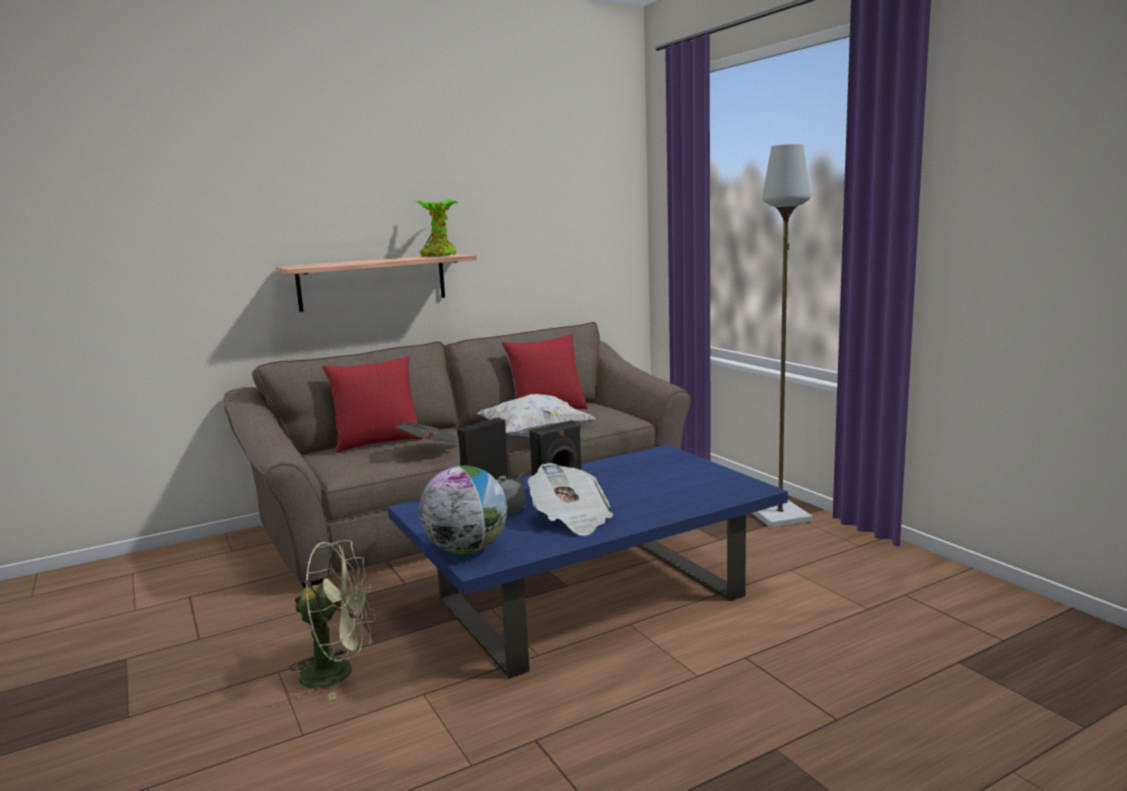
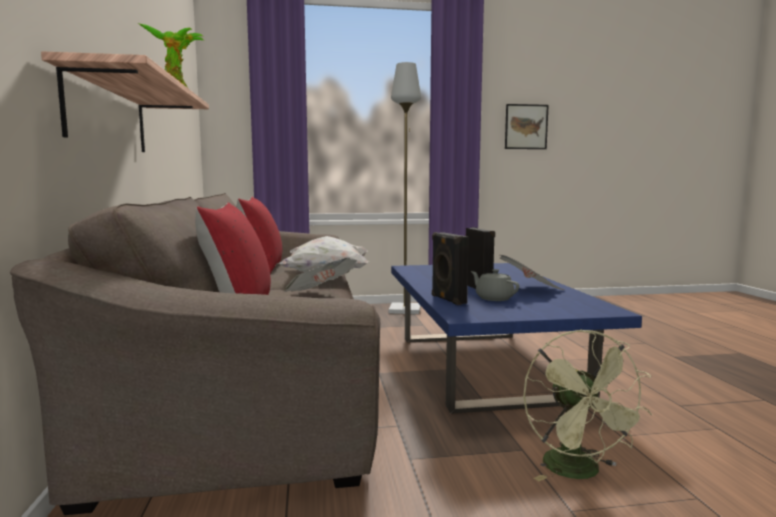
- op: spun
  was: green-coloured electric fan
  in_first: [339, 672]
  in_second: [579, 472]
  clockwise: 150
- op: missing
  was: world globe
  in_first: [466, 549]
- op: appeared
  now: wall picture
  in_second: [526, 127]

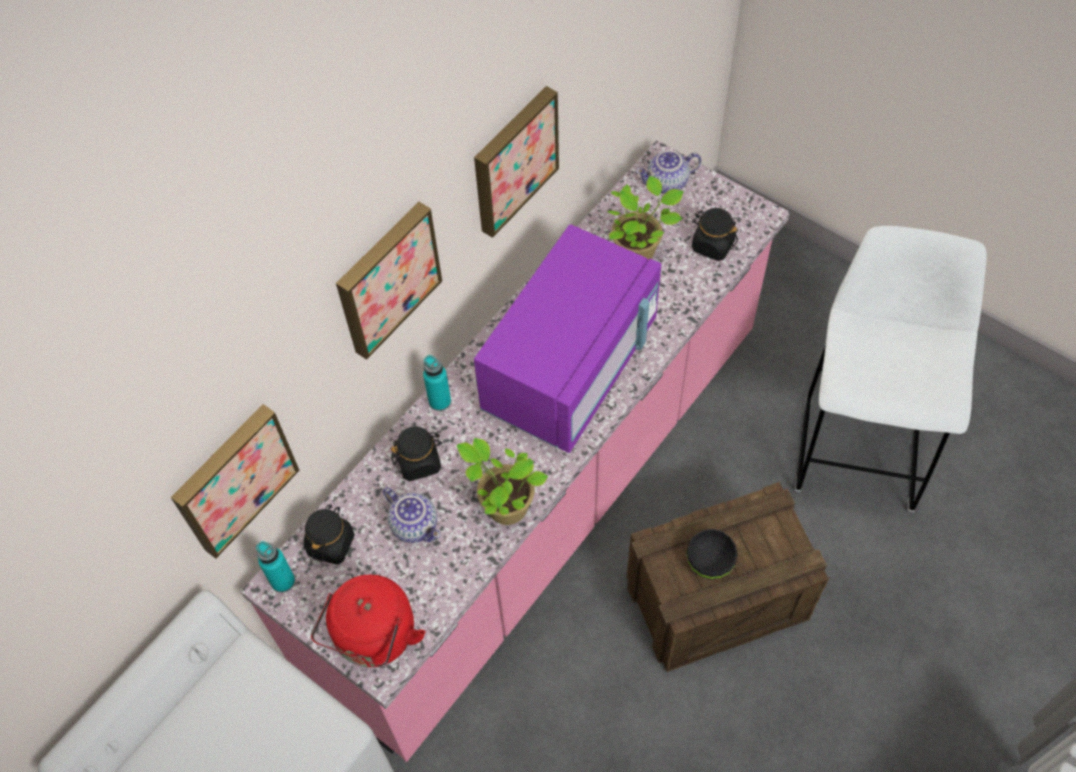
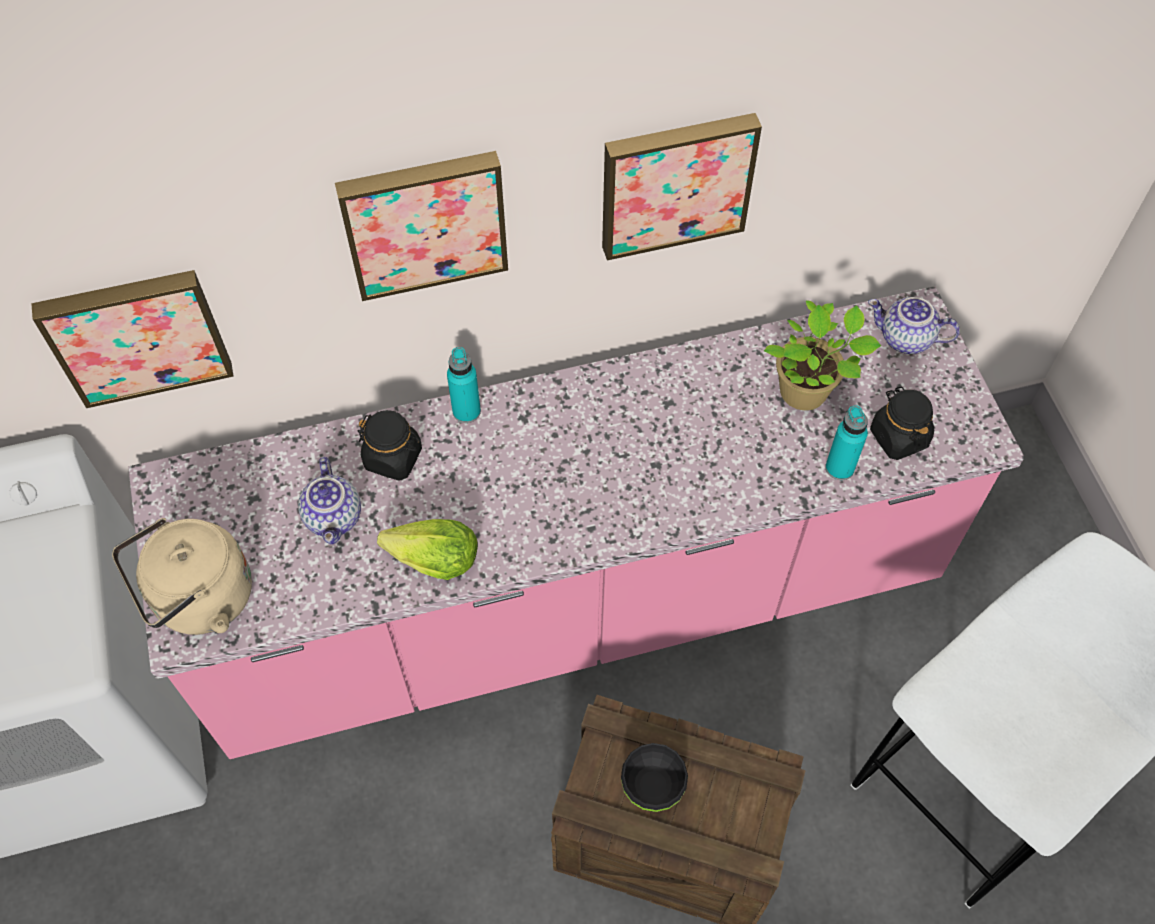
- op: relocated
  was: turquoise beverage bottle
  in_first: [283, 581]
  in_second: [839, 468]
- op: missing
  was: blackish jar
  in_first: [331, 543]
- op: colour
  was: reddish water kettle
  now: sand-coloured water kettle
  in_first: [374, 638]
  in_second: [199, 600]
- op: exchanged
  was: potted plant
  now: head of lettuce
  in_first: [504, 506]
  in_second: [434, 560]
- op: missing
  was: purple-coloured kitchen microwave
  in_first: [570, 367]

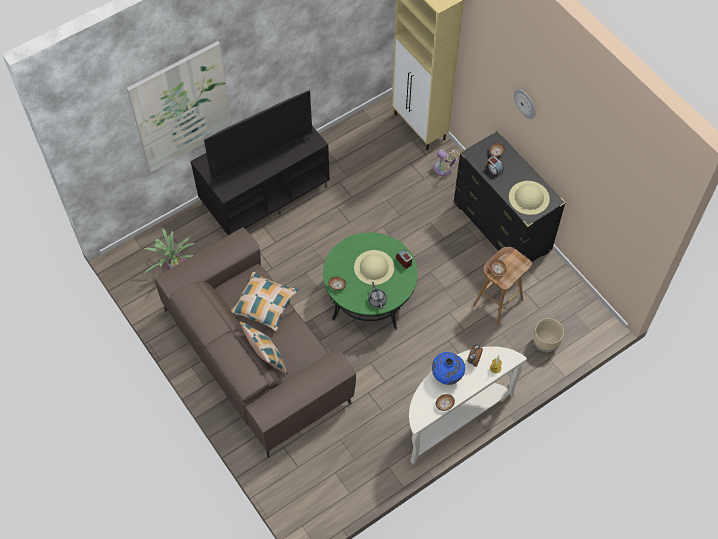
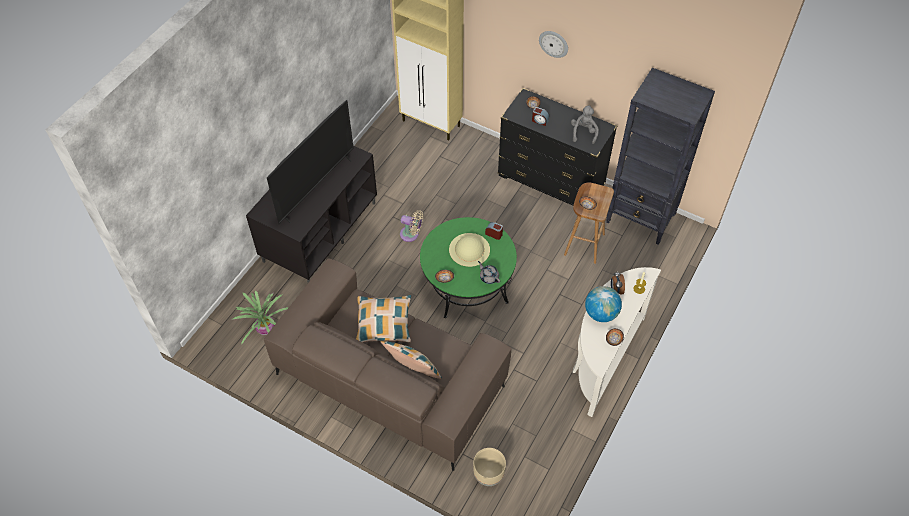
- op: missing
  was: wall picture
  in_first: [182, 107]
- op: exchanged
  was: bluish vase
  now: world globe
  in_first: [447, 376]
  in_second: [601, 313]
- op: relocated
  was: sand-coloured electric fan
  in_first: [444, 169]
  in_second: [411, 234]
- op: exchanged
  was: sand-coloured hat
  now: greyish soft toy
  in_first: [529, 197]
  in_second: [583, 132]
- op: relocated
  was: sand-coloured planter
  in_first: [545, 343]
  in_second: [488, 475]
- op: appeared
  now: blackish shelving unit
  in_second: [641, 219]

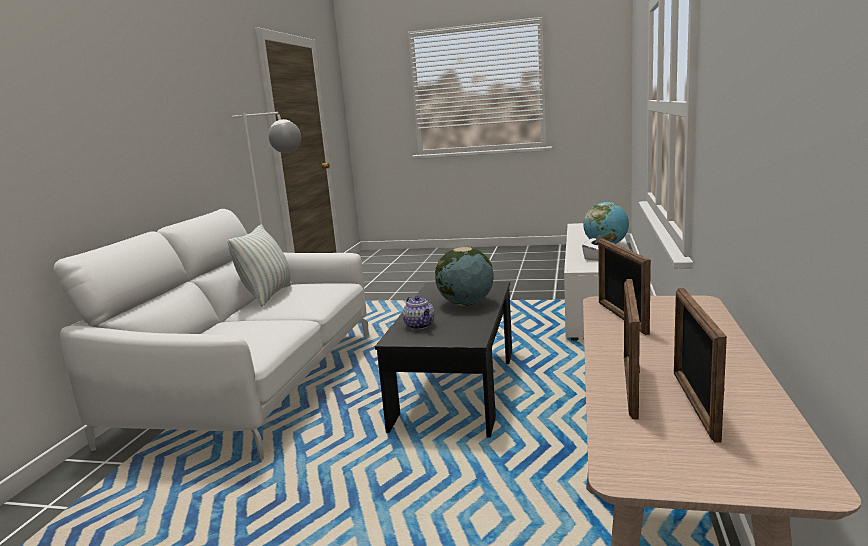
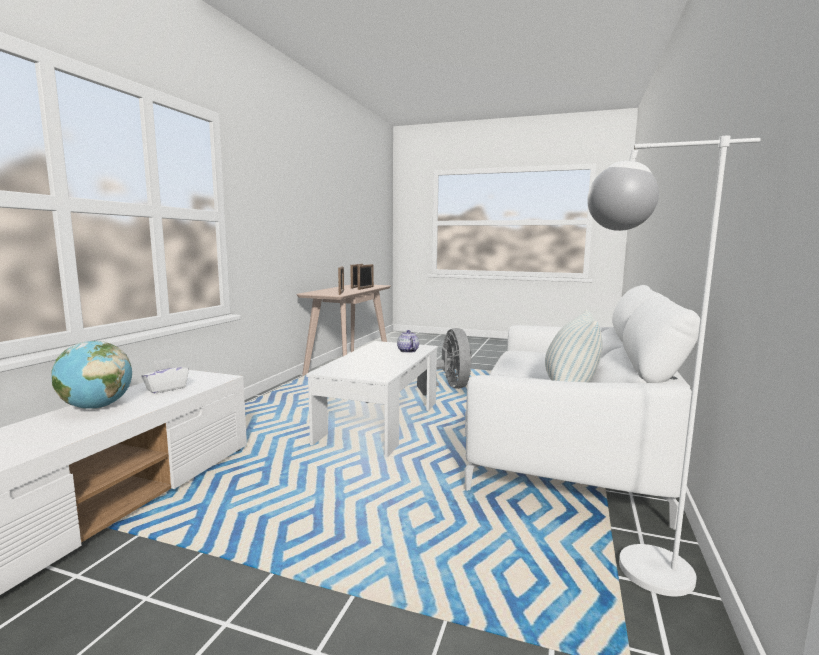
- op: colour
  was: blackish coffee table
  now: white-coloured coffee table
  in_first: [457, 388]
  in_second: [380, 422]
- op: missing
  was: world globe
  in_first: [465, 304]
- op: appeared
  now: greyish electric fan
  in_second: [448, 388]

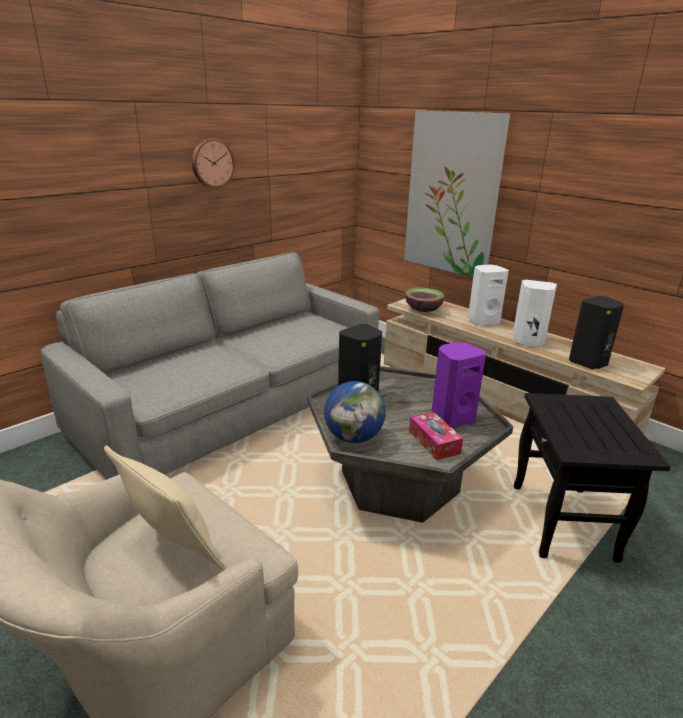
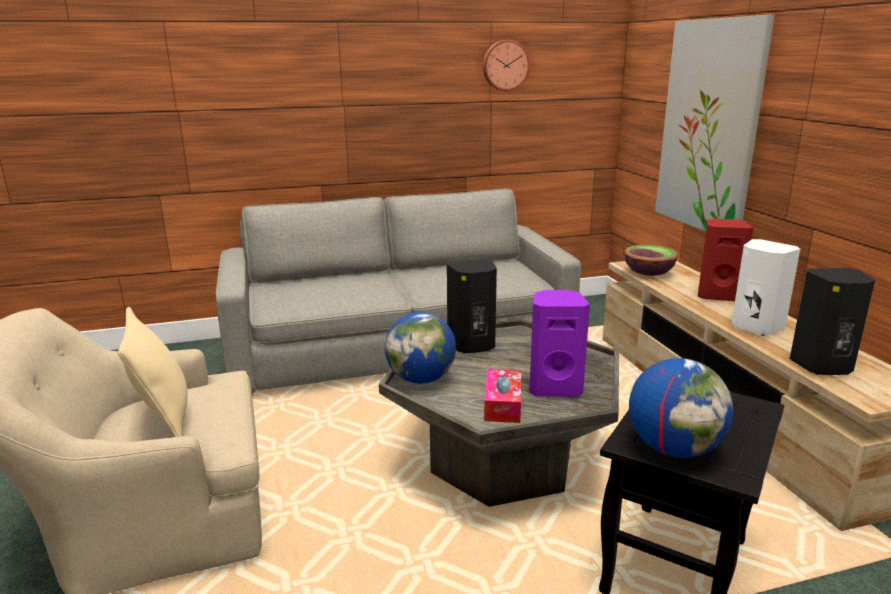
- op: relocated
  was: hanging clock
  in_first: [212, 163]
  in_second: [505, 65]
- op: colour
  was: white-coloured speaker
  now: reddish speaker
  in_first: [482, 321]
  in_second: [717, 296]
- op: appeared
  now: world globe
  in_second: [674, 449]

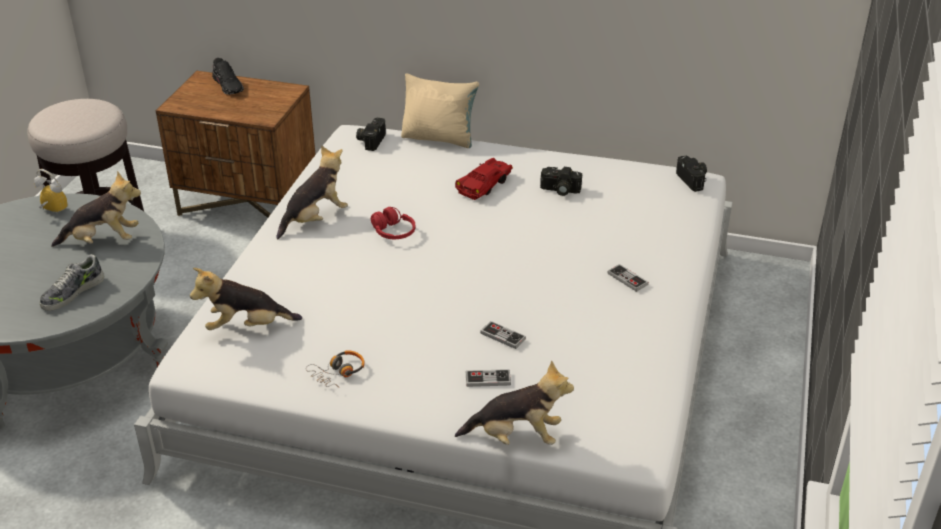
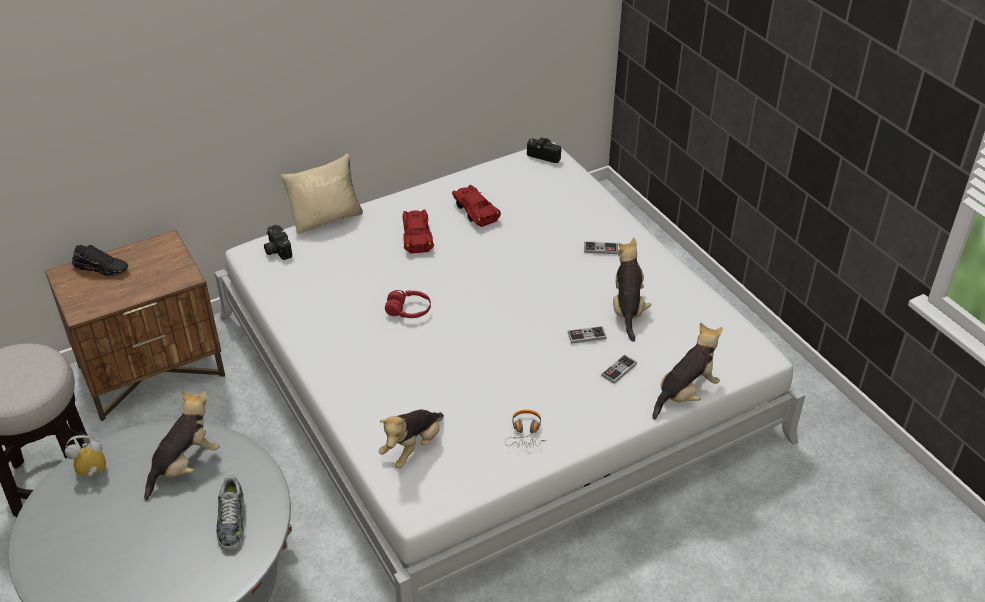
- op: relocated
  was: soft toy
  in_first: [315, 219]
  in_second: [627, 310]
- op: exchanged
  was: still camera
  now: reddish toy car
  in_first: [559, 190]
  in_second: [475, 211]

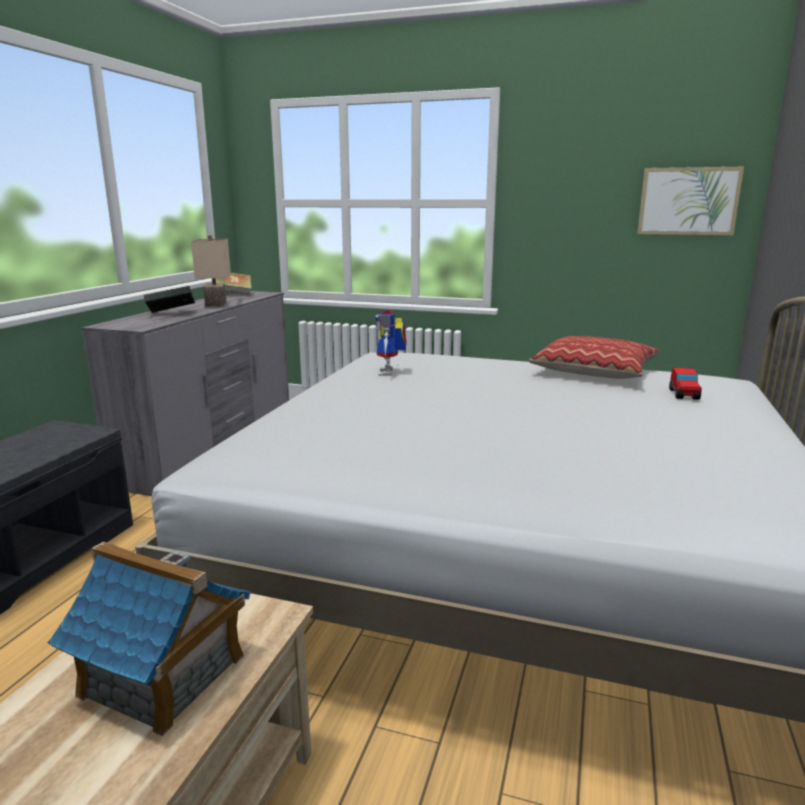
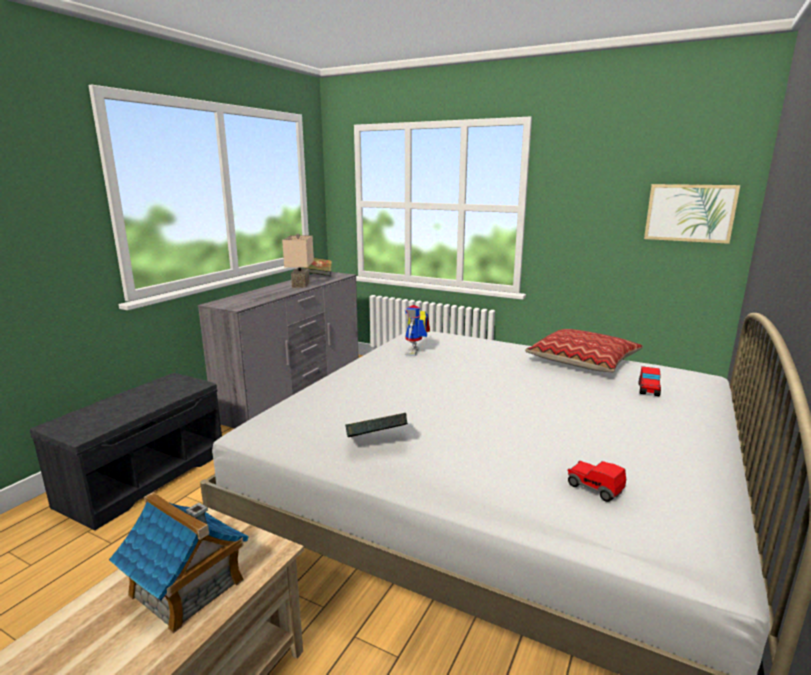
- op: relocated
  was: volume
  in_first: [171, 313]
  in_second: [377, 442]
- op: appeared
  now: toy car
  in_second: [594, 488]

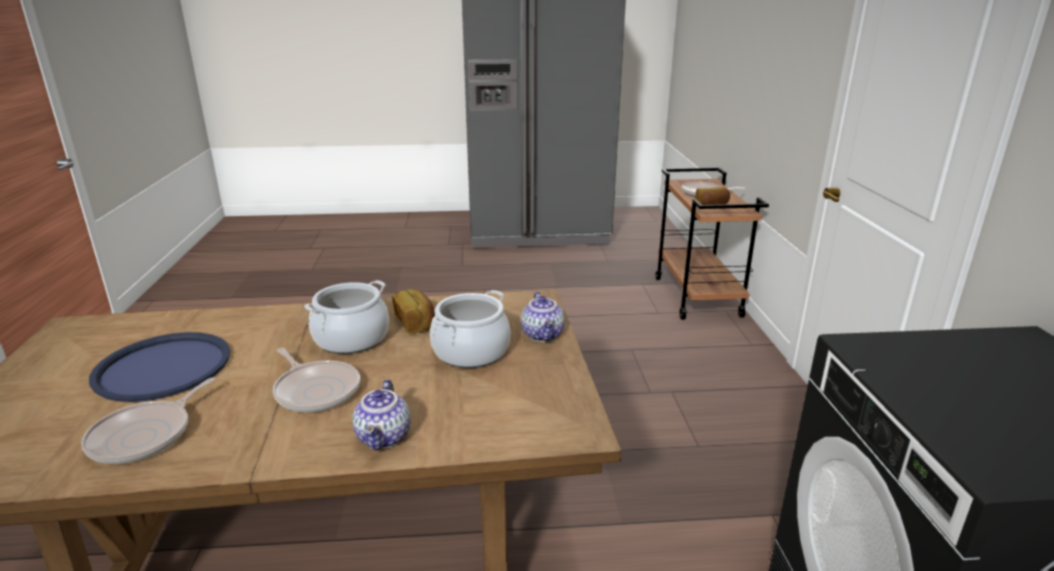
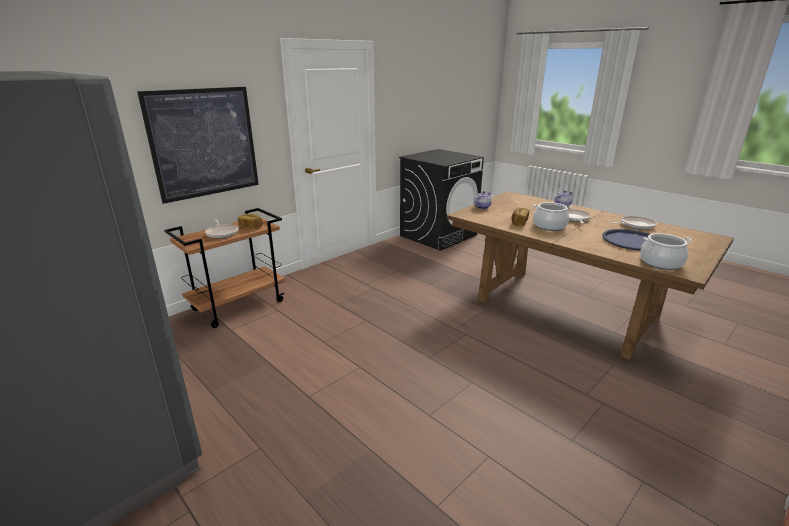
- op: relocated
  was: stockpot
  in_first: [470, 351]
  in_second: [661, 263]
- op: appeared
  now: wall picture
  in_second: [204, 143]

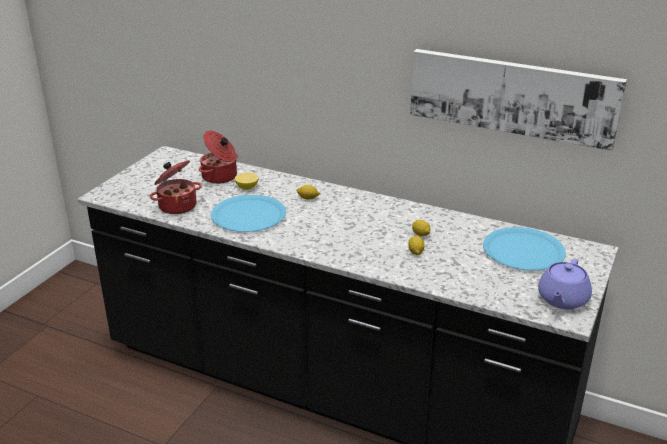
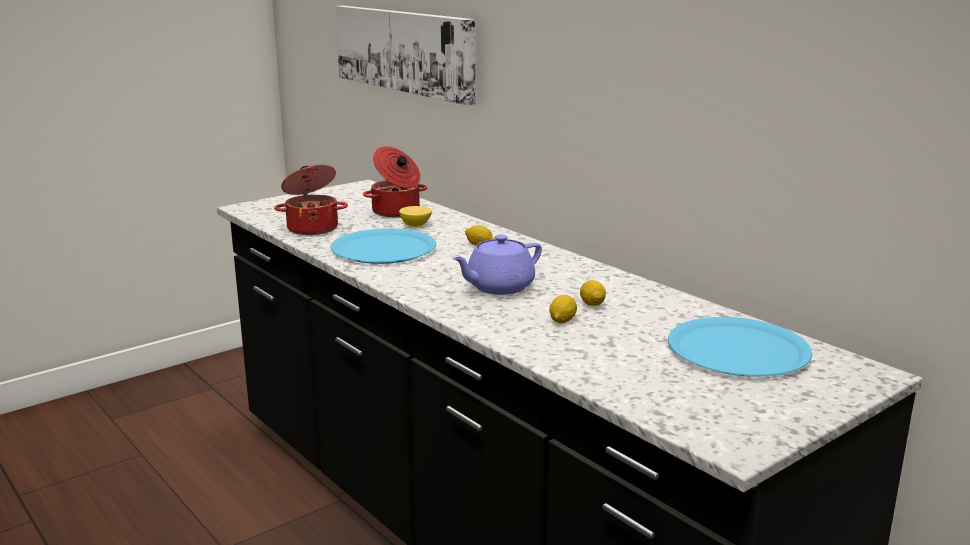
- op: relocated
  was: wall picture
  in_first: [512, 96]
  in_second: [404, 51]
- op: relocated
  was: purple-coloured pot for tea
  in_first: [562, 300]
  in_second: [498, 287]

